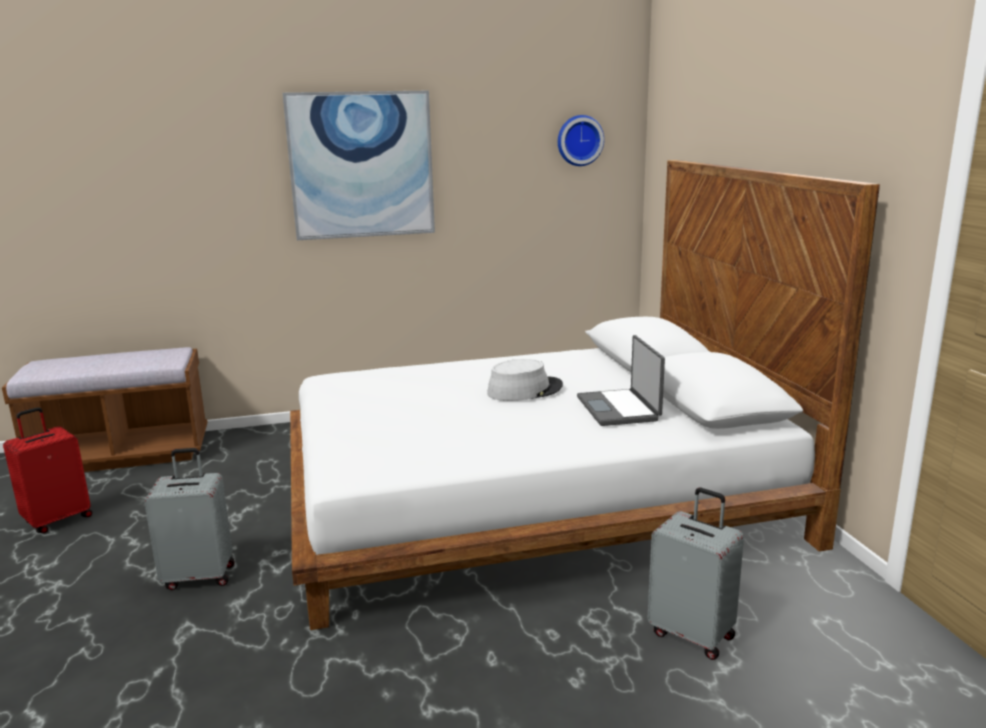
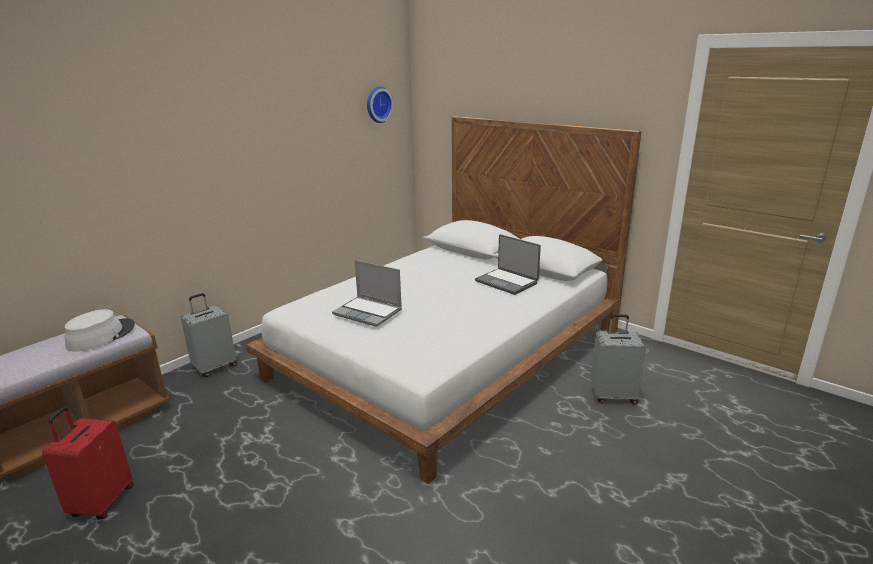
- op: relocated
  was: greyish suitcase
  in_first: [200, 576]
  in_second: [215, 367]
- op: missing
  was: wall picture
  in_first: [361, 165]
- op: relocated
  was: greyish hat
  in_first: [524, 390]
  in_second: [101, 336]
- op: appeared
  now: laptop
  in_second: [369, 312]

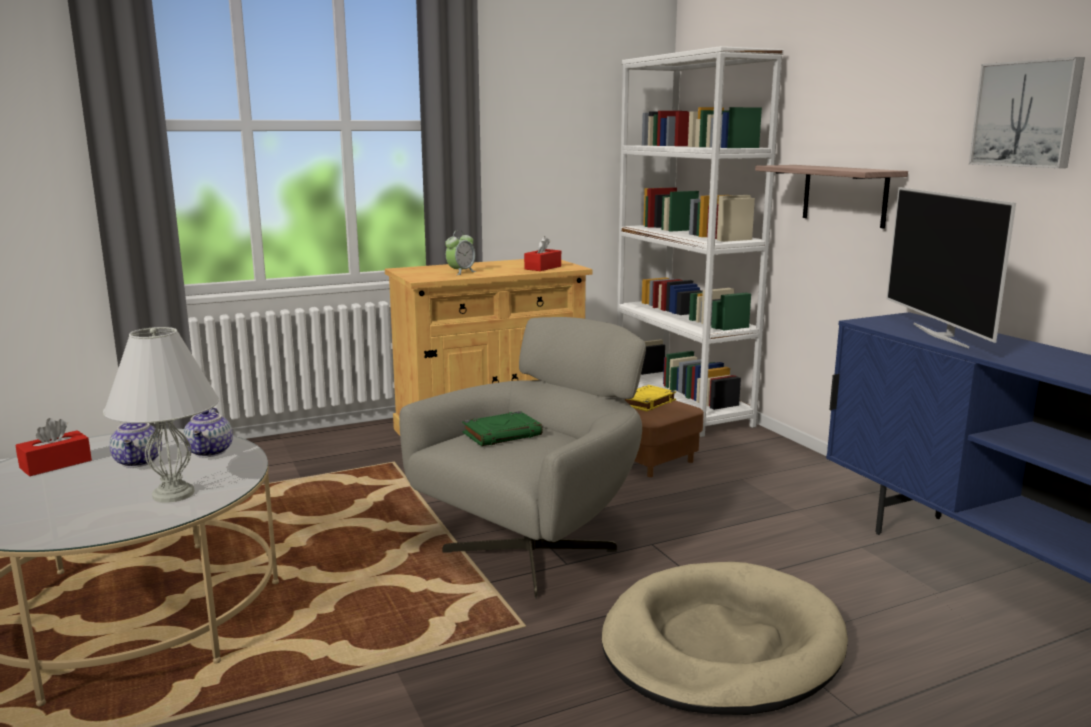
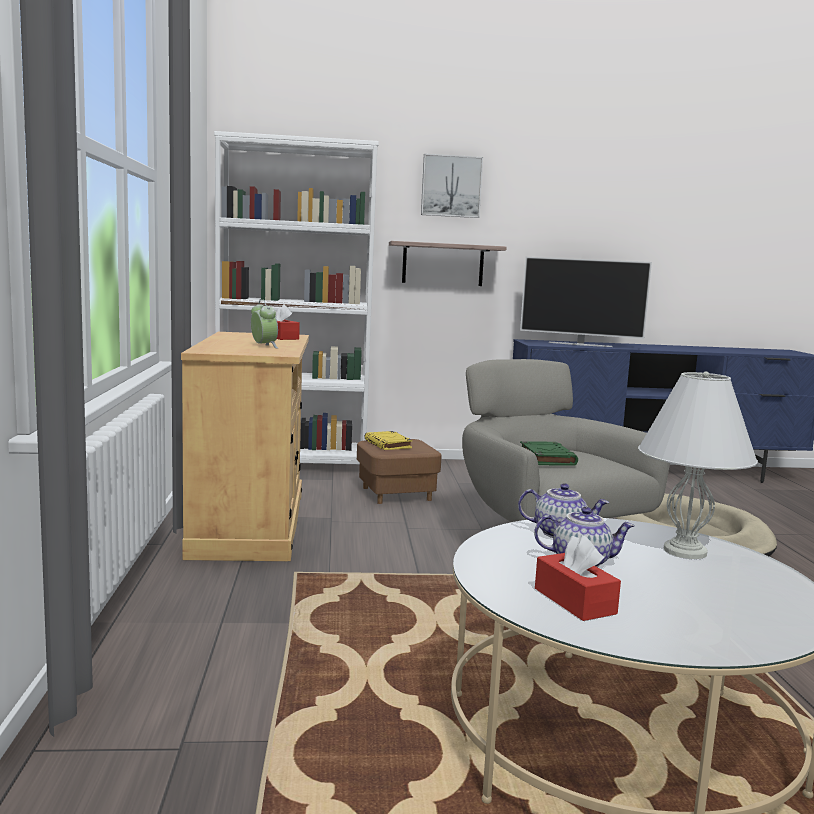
- op: relocated
  was: wall picture
  in_first: [1027, 114]
  in_second: [451, 186]

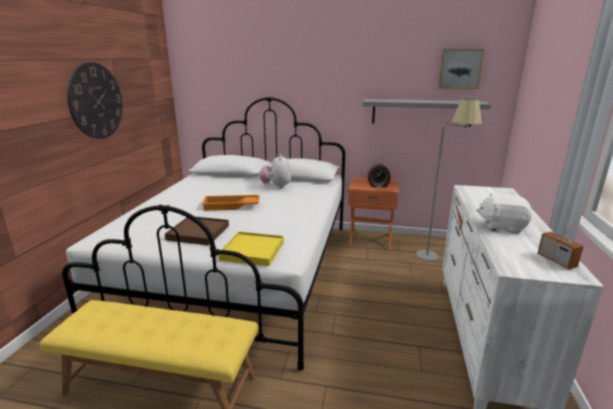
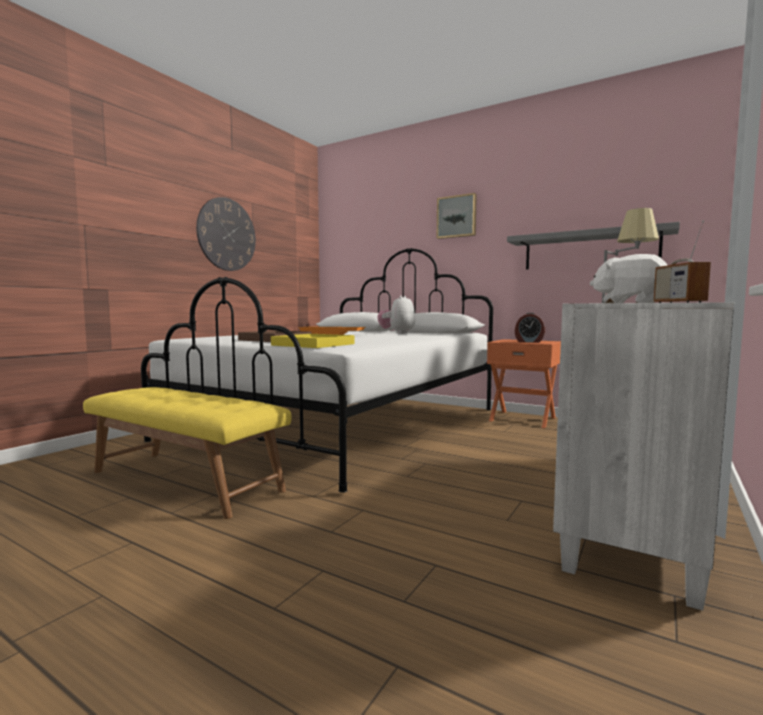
- op: relocated
  was: wall picture
  in_first: [460, 69]
  in_second: [457, 217]

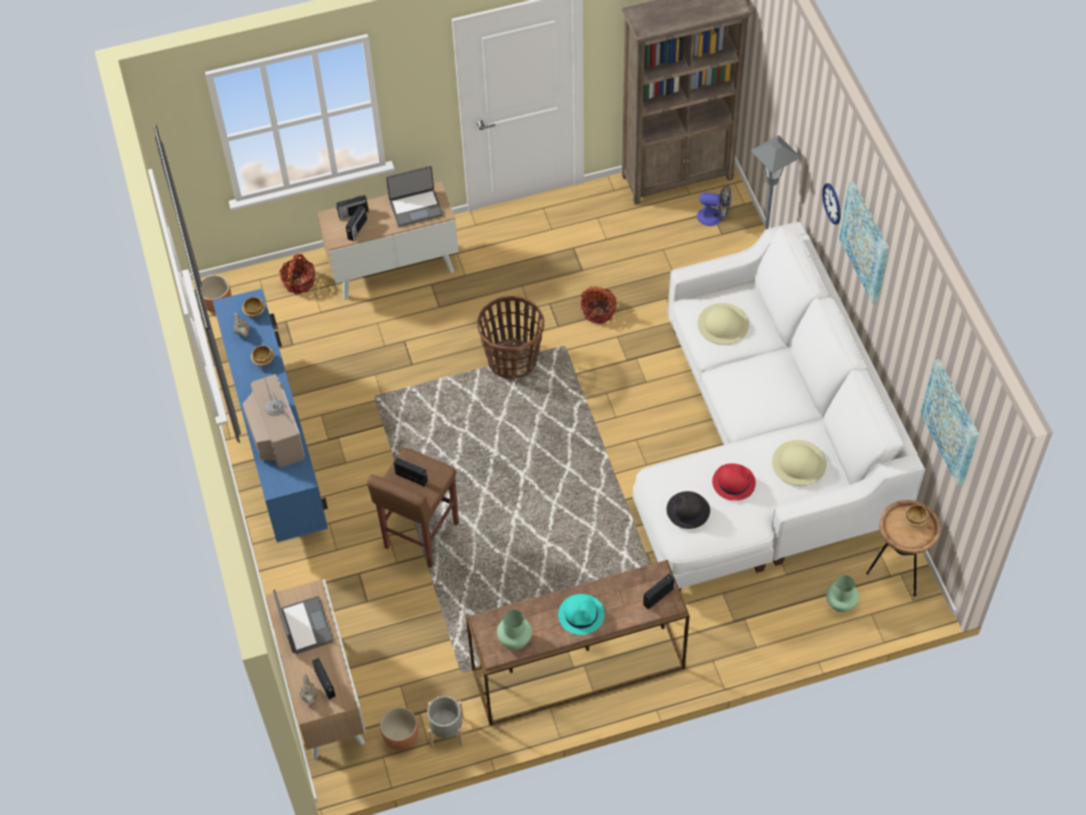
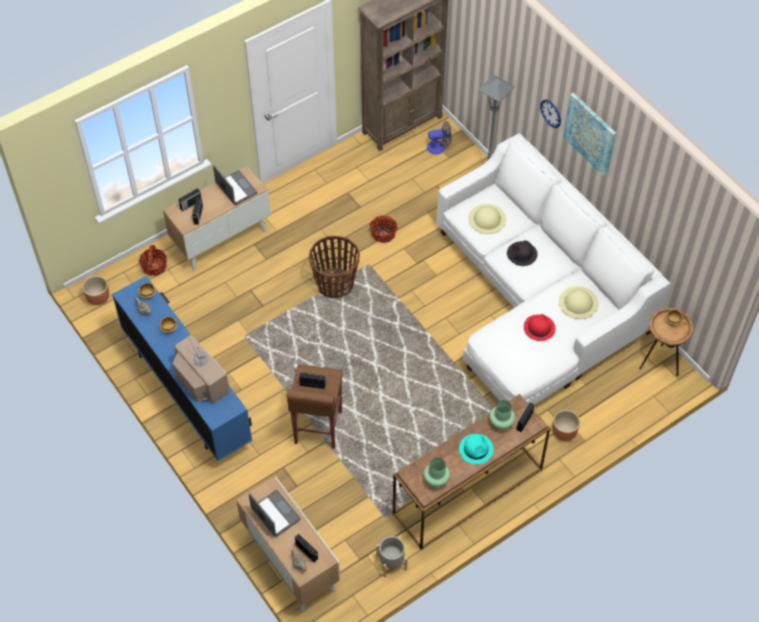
- op: relocated
  was: brown-coloured planter
  in_first: [401, 737]
  in_second: [564, 432]
- op: spun
  was: laptop
  in_first: [416, 207]
  in_second: [235, 189]
  clockwise: -90
- op: relocated
  was: blackish hat
  in_first: [687, 511]
  in_second: [521, 254]
- op: relocated
  was: green-coloured vase
  in_first: [840, 603]
  in_second: [501, 423]
- op: missing
  was: wall picture
  in_first: [951, 422]

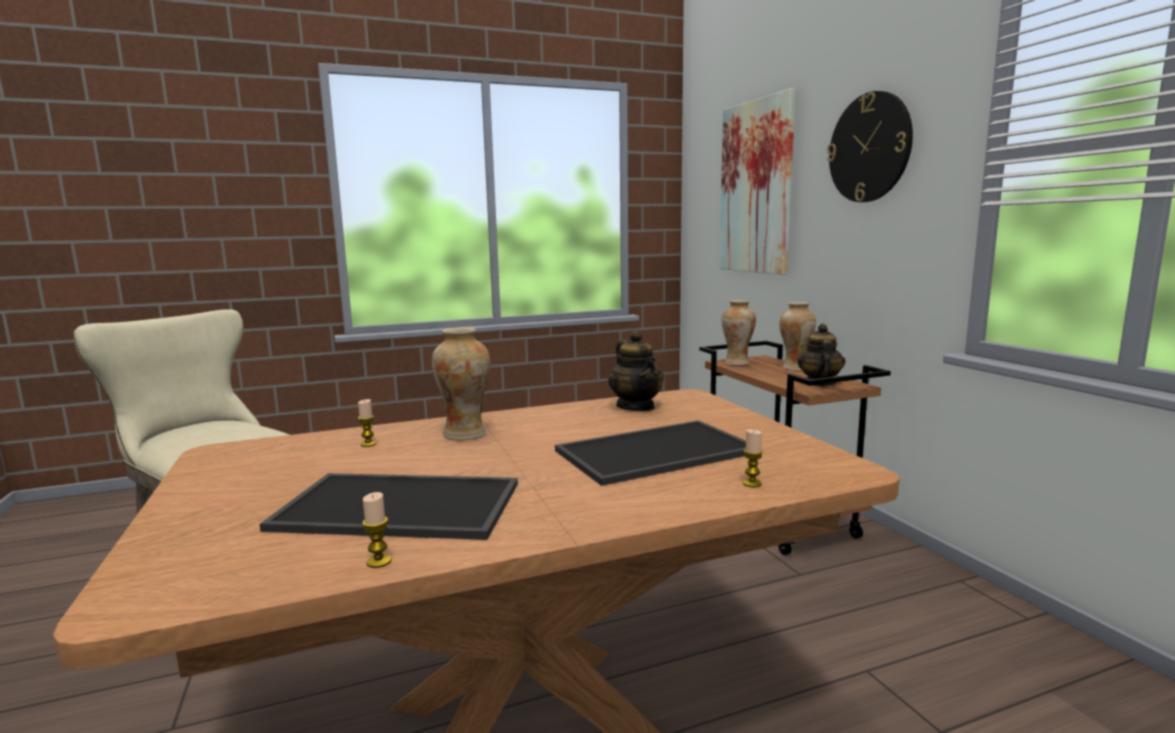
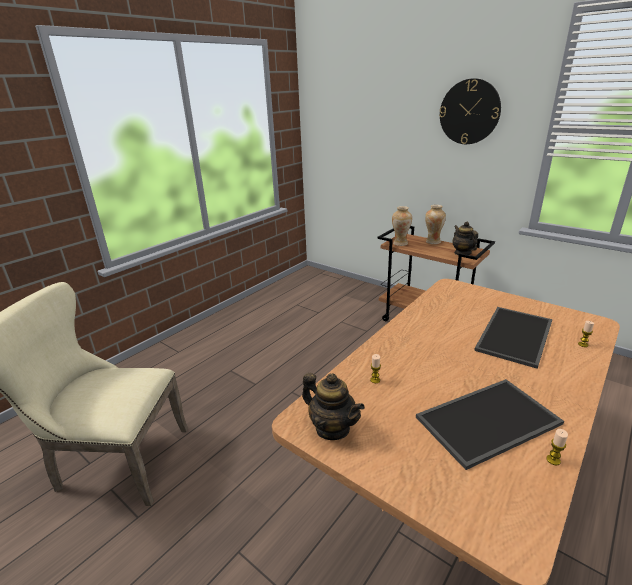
- op: missing
  was: vase
  in_first: [465, 434]
- op: relocated
  was: pot for tea
  in_first: [636, 407]
  in_second: [332, 428]
- op: missing
  was: wall picture
  in_first: [756, 188]

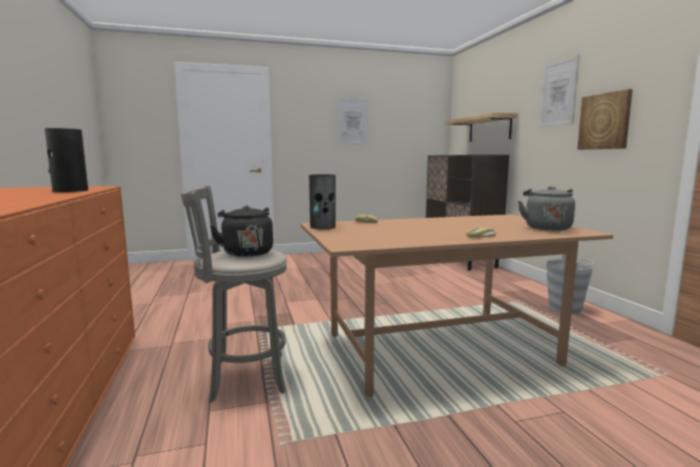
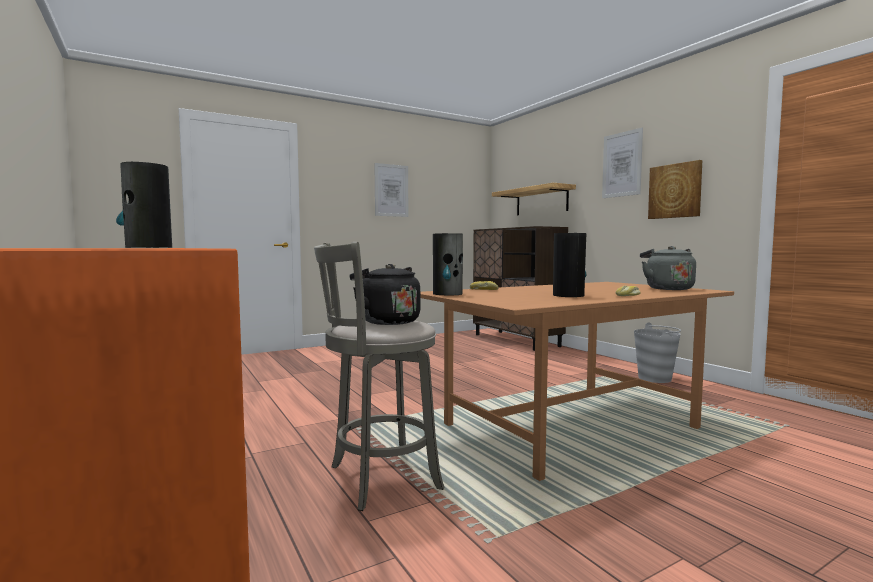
- op: appeared
  now: vase
  in_second: [568, 295]

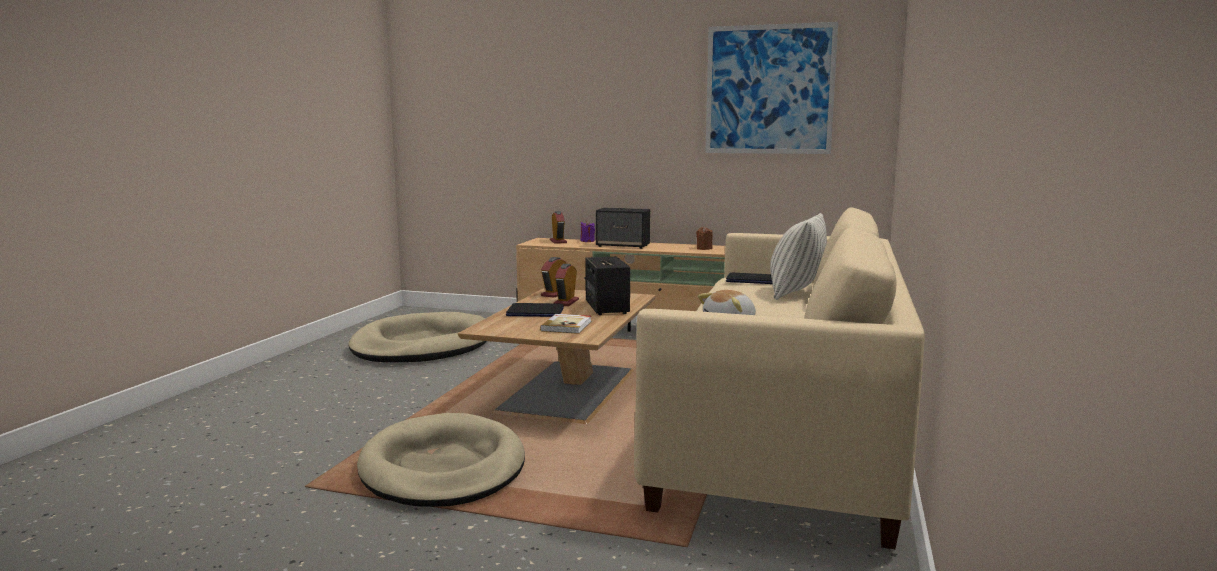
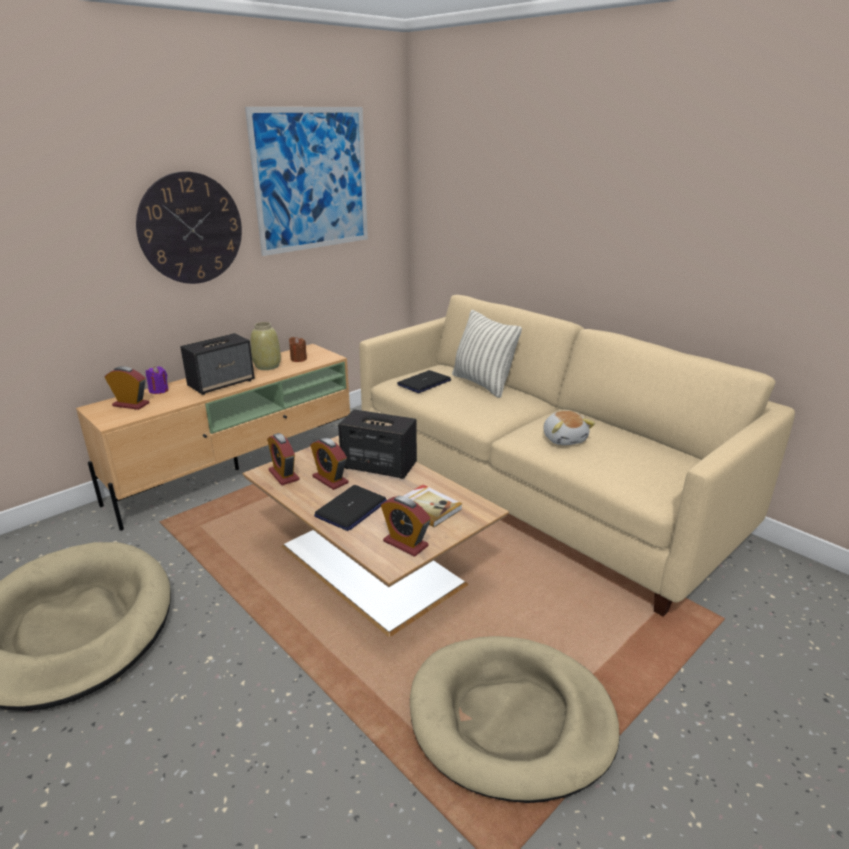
- op: appeared
  now: hanging clock
  in_second: [191, 229]
- op: appeared
  now: sand-coloured vase
  in_second: [267, 366]
- op: appeared
  now: table clock
  in_second: [405, 543]

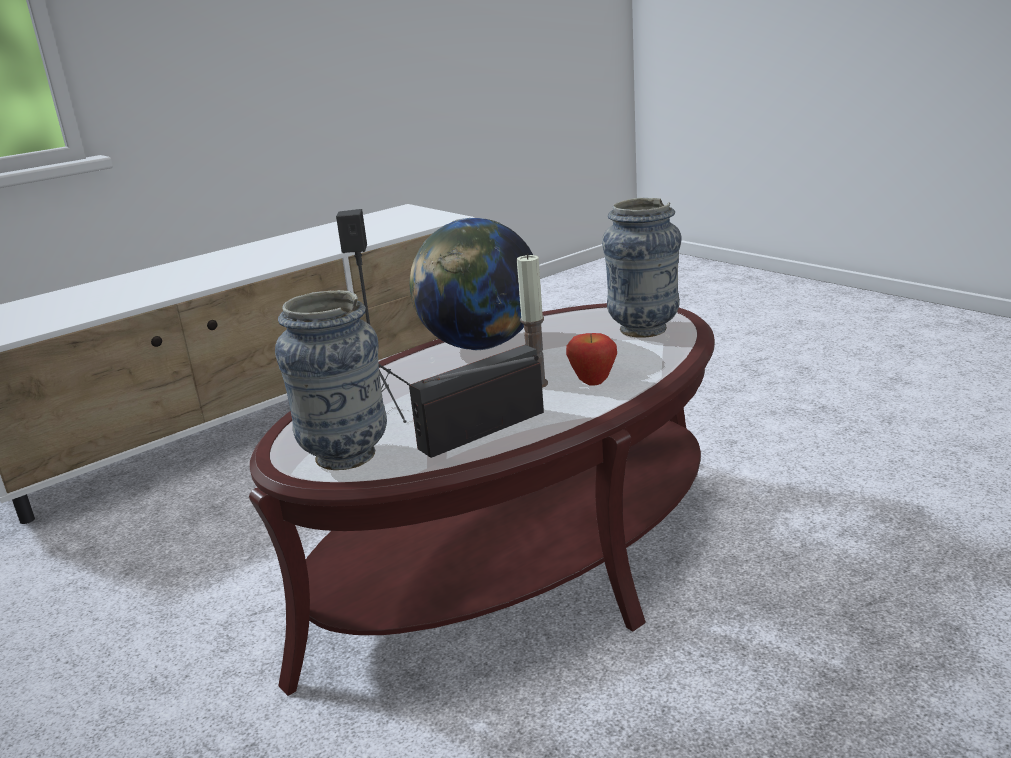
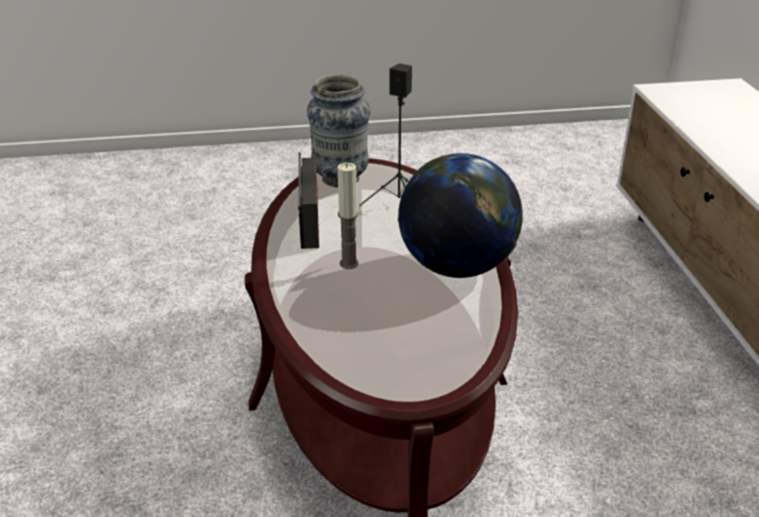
- op: missing
  was: apple
  in_first: [593, 383]
- op: missing
  was: vase
  in_first: [643, 329]

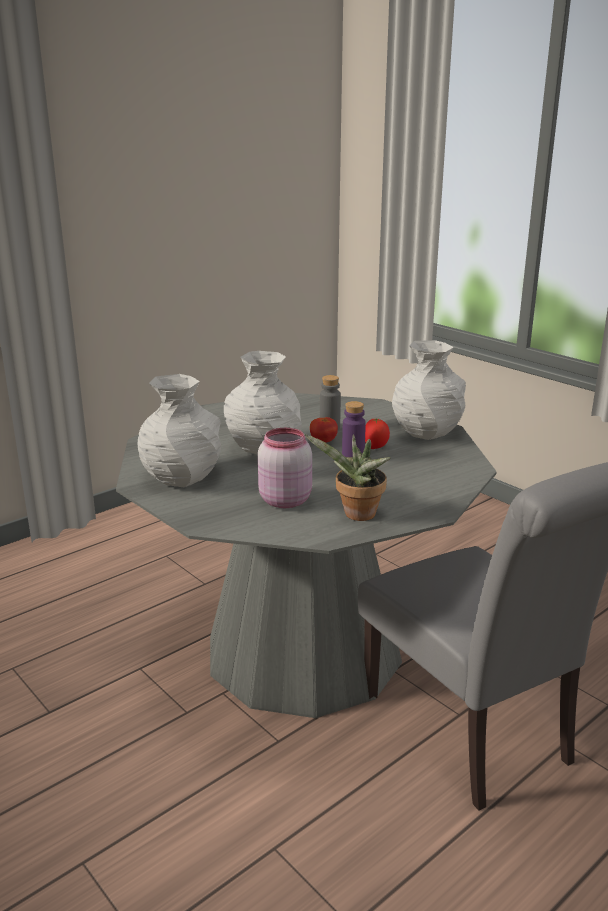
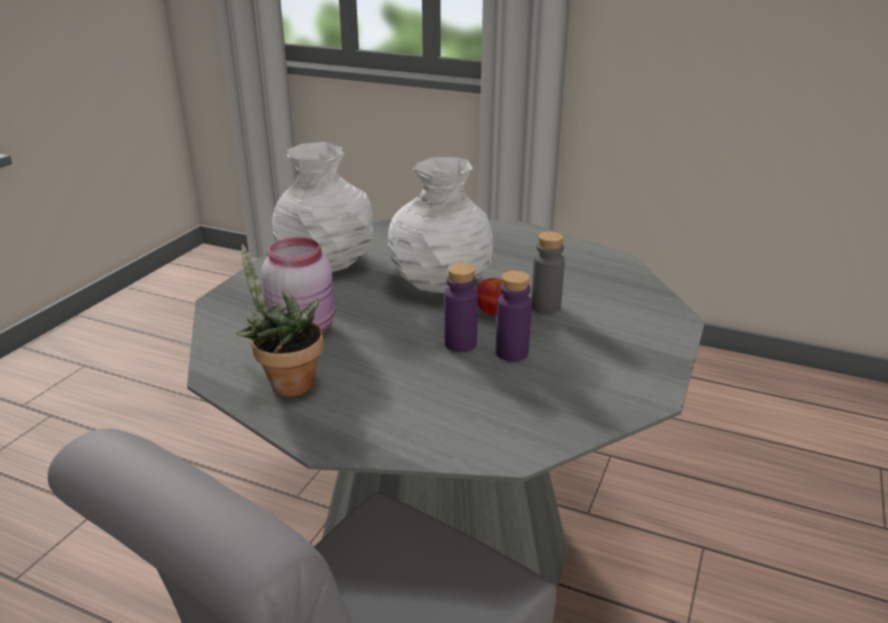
- op: exchanged
  was: fresh tomato
  now: purple-coloured beverage bottle
  in_first: [376, 447]
  in_second: [512, 352]
- op: missing
  was: white-coloured vase
  in_first: [425, 431]

